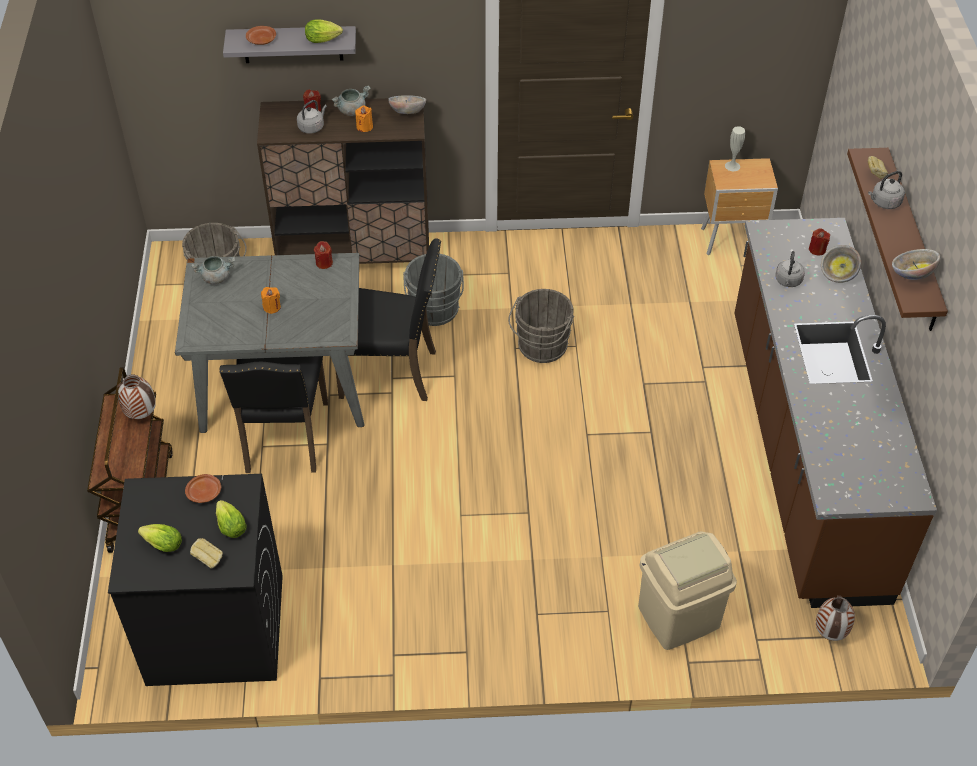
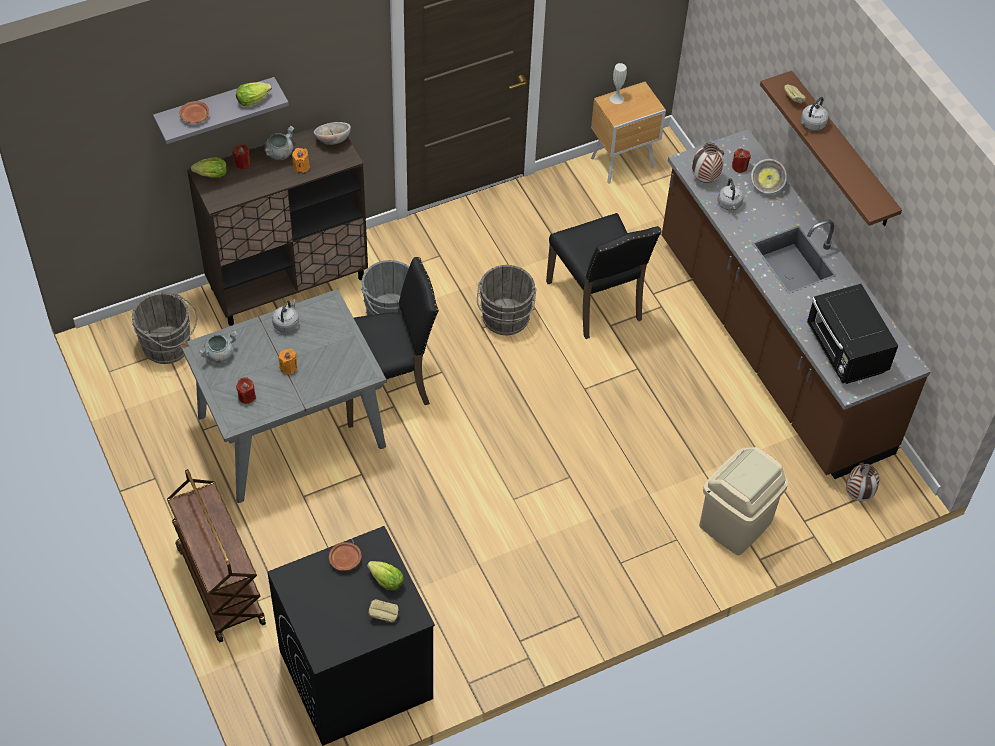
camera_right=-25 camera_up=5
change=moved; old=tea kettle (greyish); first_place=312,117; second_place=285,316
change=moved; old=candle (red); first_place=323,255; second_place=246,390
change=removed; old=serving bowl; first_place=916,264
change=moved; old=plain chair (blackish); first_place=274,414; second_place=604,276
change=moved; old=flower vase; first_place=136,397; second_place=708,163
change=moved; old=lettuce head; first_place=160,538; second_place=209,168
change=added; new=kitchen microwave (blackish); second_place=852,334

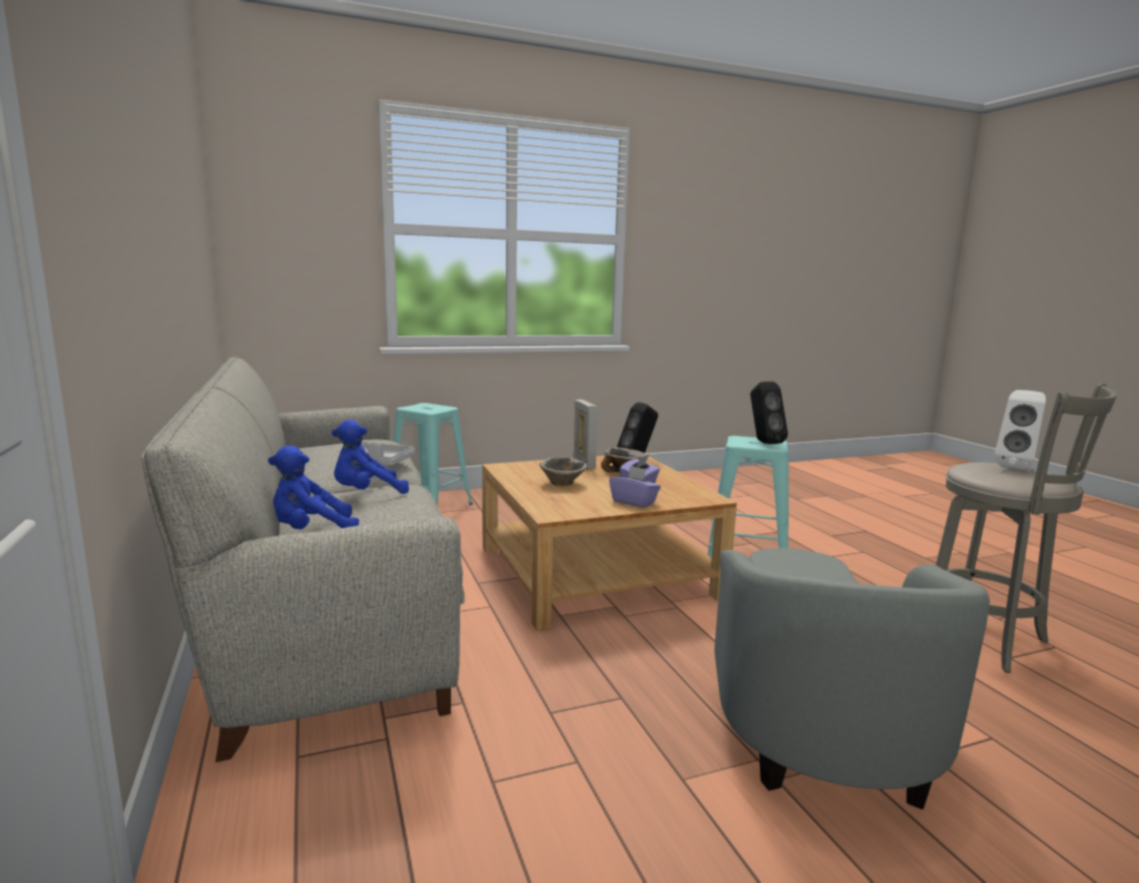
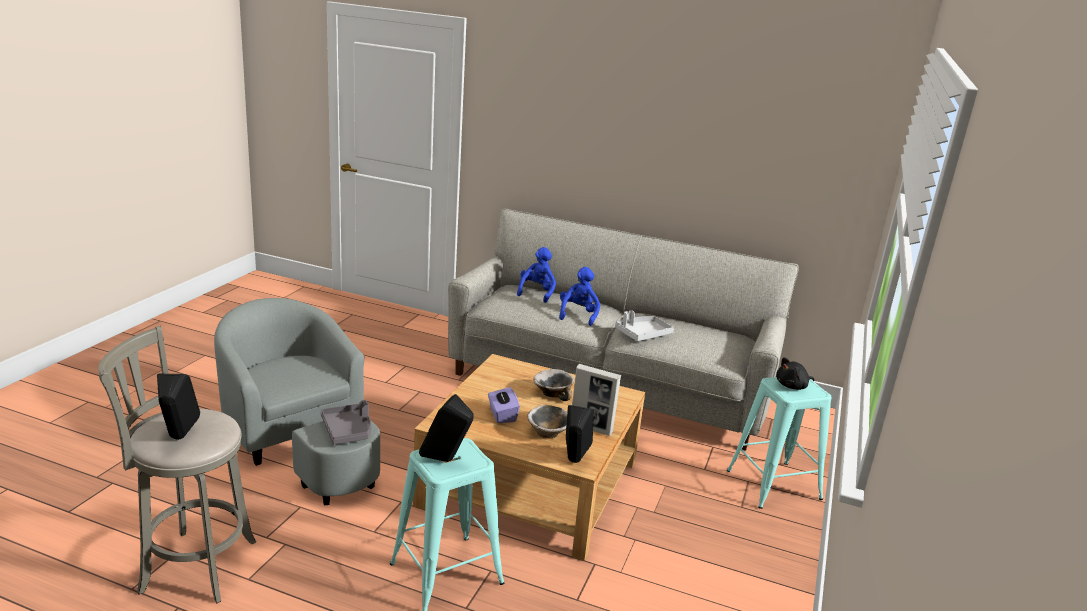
camera_right=130 camera_up=10
change=recoloured; old=speaker (whitish); new=speaker (blackish); first_place=1020,430; second_place=178,407
change=removed; old=tissue box (purplish); first_place=634,487
change=added; new=plush toy (blackish); second_place=795,373
change=added; new=tray (greyish); second_place=346,422

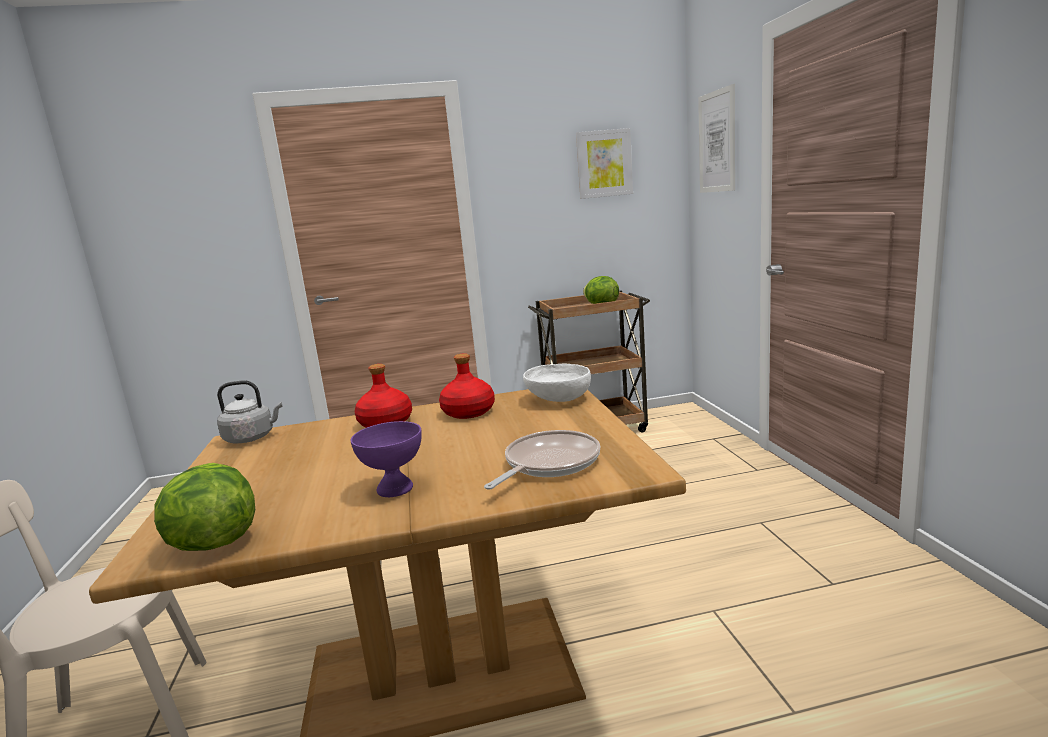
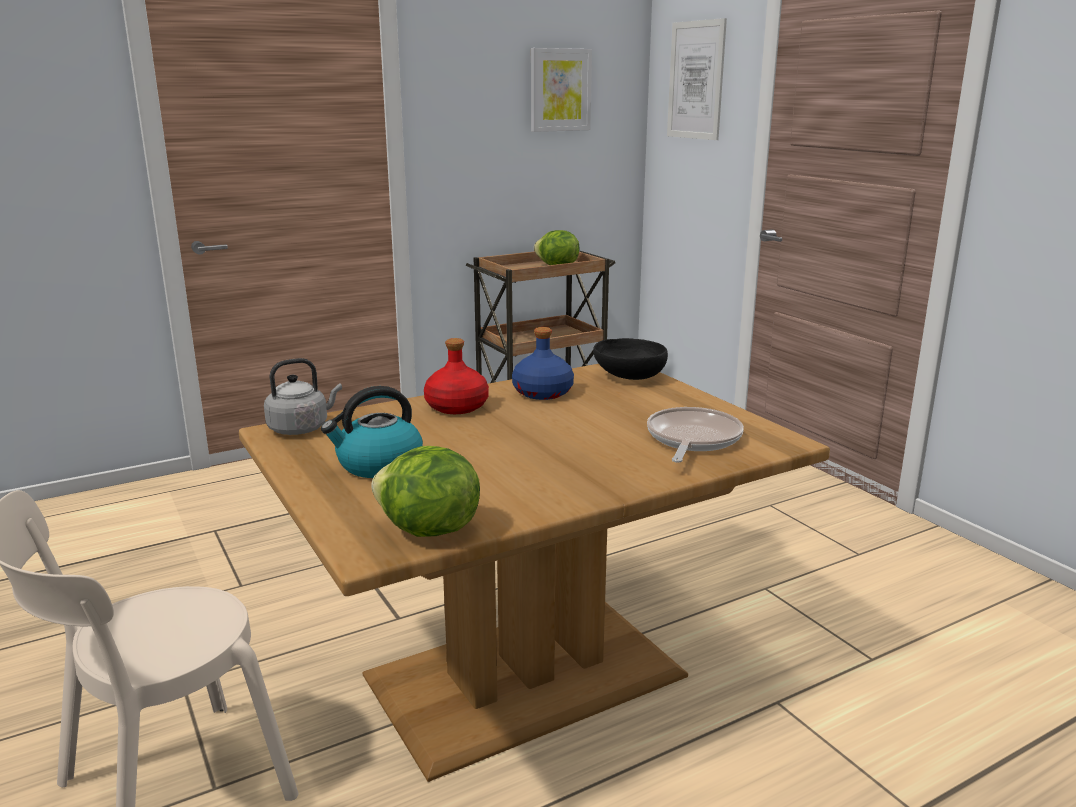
camera_right=-20 camera_up=5
change=recoloured; old=drink bottle (red); new=drink bottle (blue); first_place=467,386; second_place=543,363
change=recoloured; old=serving bowl (whitish); new=serving bowl (blackish); first_place=557,383; second_place=630,359
change=removed; old=serving bowl (purplish); first_place=386,459
change=added; new=tea kettle; second_place=372,432

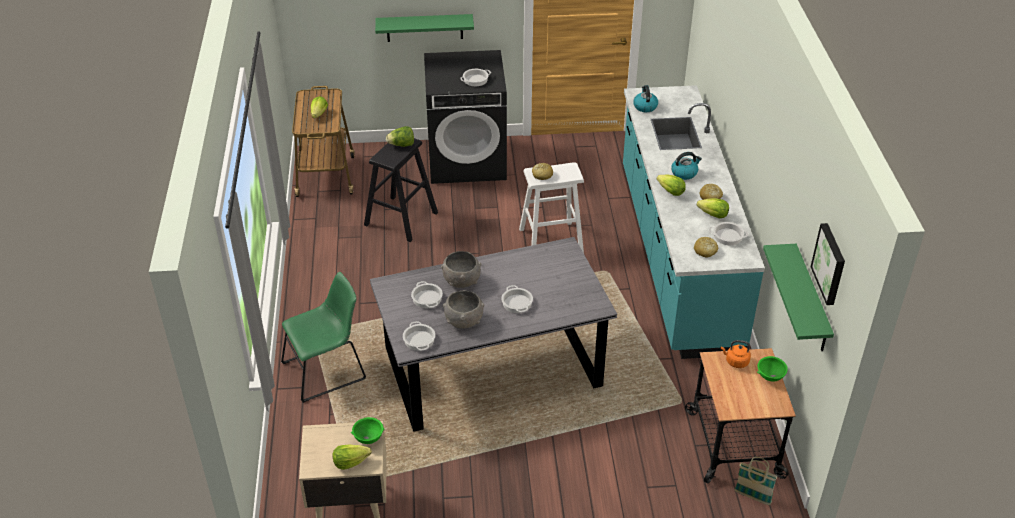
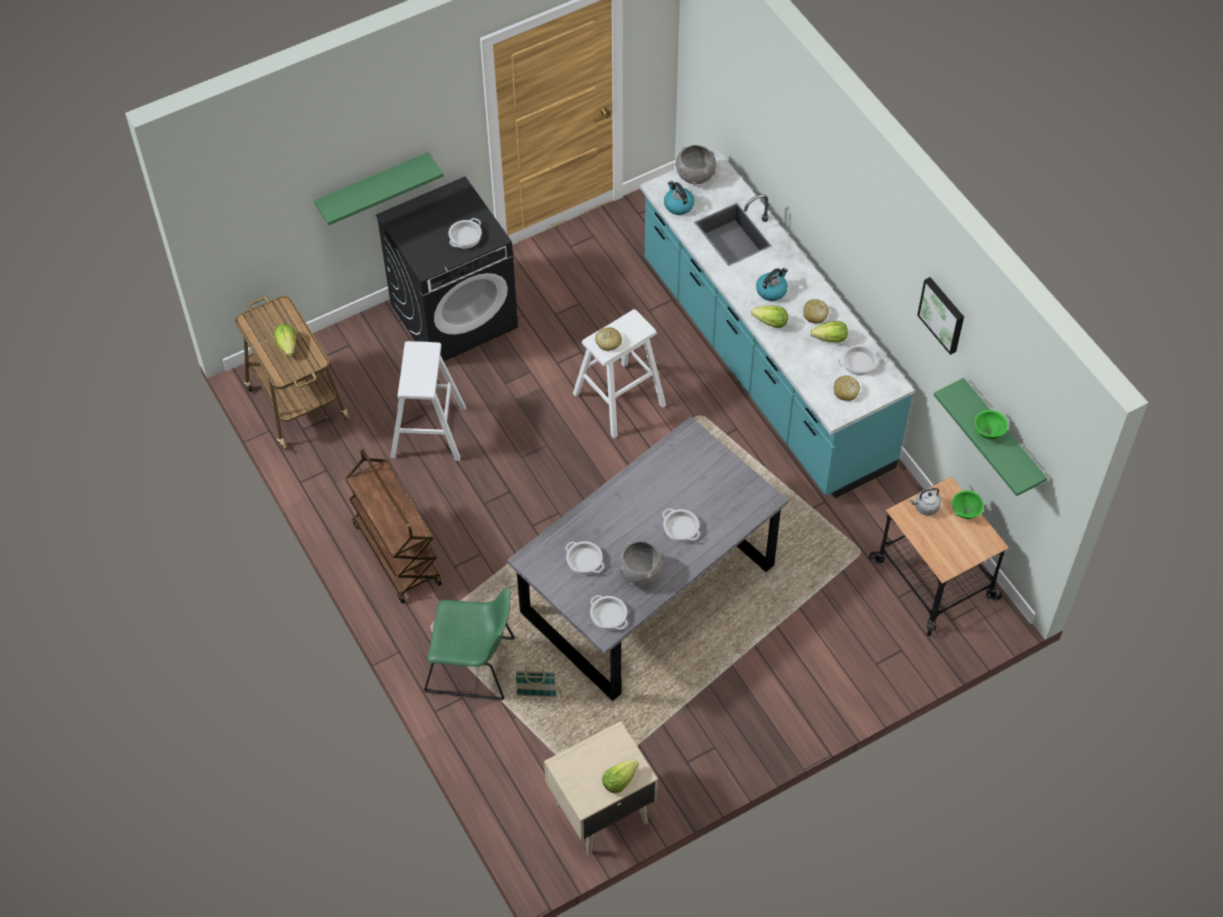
camera_right=-25 camera_up=15
change=removed; old=lettuce head; first_place=400,136
change=recoloured; old=stool seat (blackish); new=stool seat (whitish); first_place=401,190; second_place=428,401
change=moved; old=wall art; first_place=828,264; second_place=940,316
change=moved; old=serving bowl (greyish); first_place=461,269; second_place=695,165
change=turned; old=plain chair (green-coloured); first_place=323,337; second_place=469,644; degrees=60
change=recoloured; old=tea kettle (orange); new=tea kettle (greyish); first_place=736,354; second_place=925,502
change=moved; old=serving bowl (green-coloured); first_place=368,430; second_place=991,424
change=moved; old=basket; first_place=755,481; second_place=535,680
change=added; new=trolley (brown-coloured); second_place=393,526

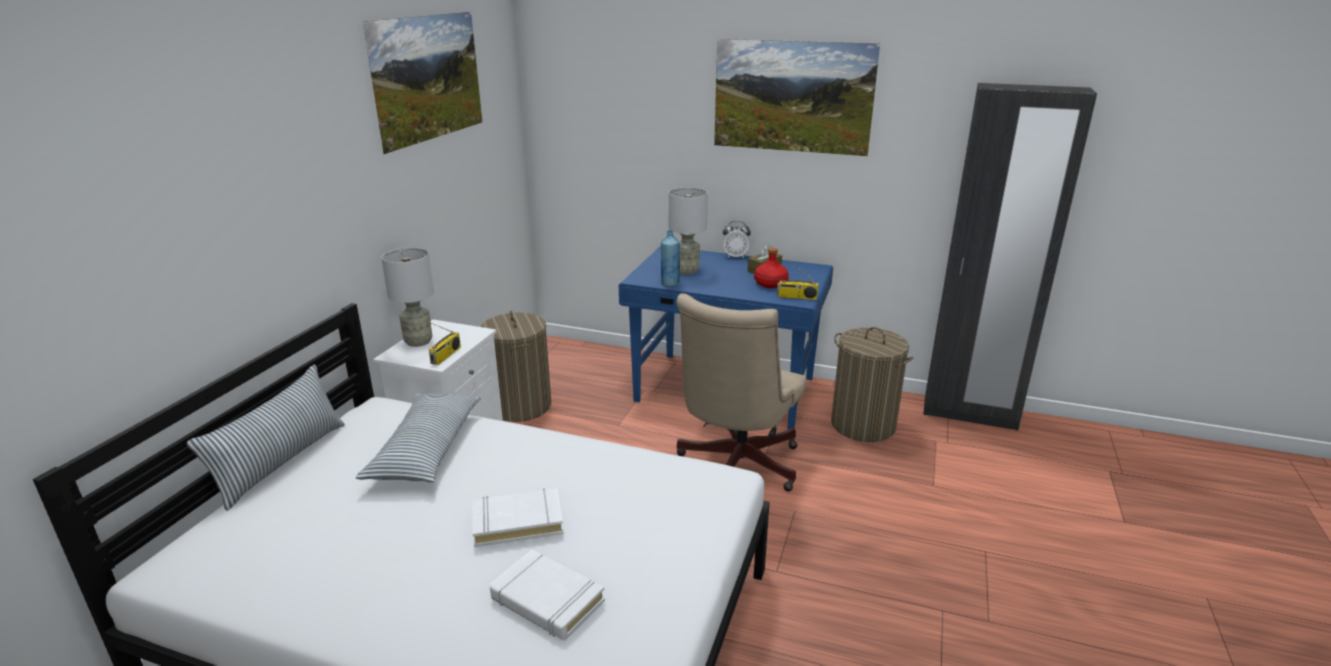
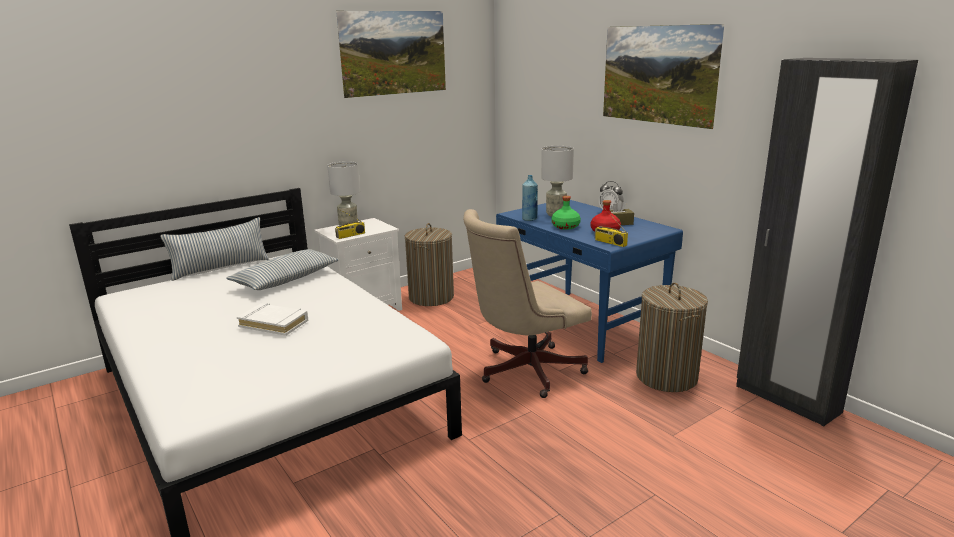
camera_right=35 camera_up=-5
change=removed; old=book (whitish); first_place=547,594
change=added; new=drink bottle (green-coloured); second_place=566,213

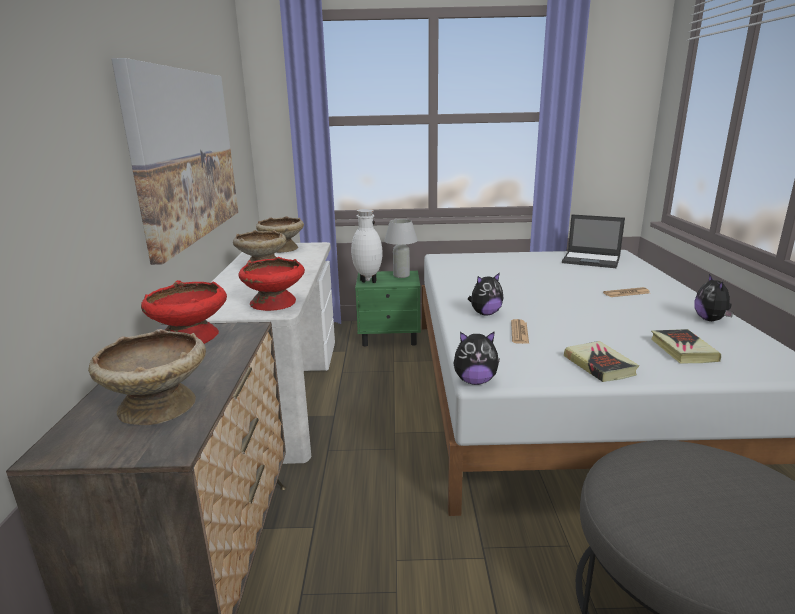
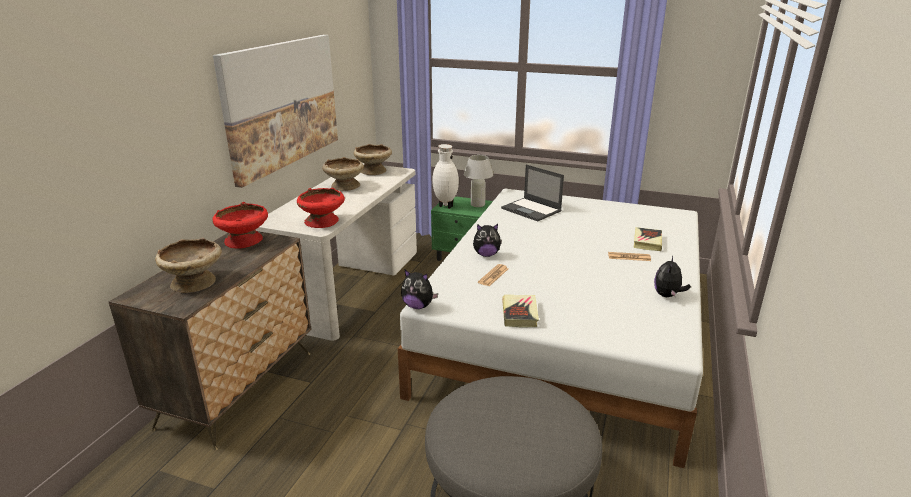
camera_right=20 camera_up=5
change=moved; old=notebook computer; first_place=593,241; second_place=532,193
change=moved; old=book; first_place=686,346; second_place=648,239

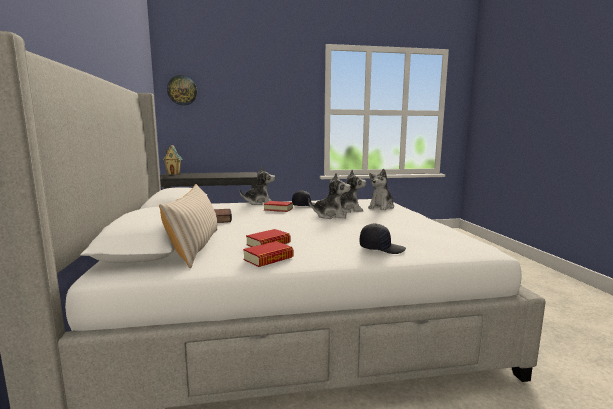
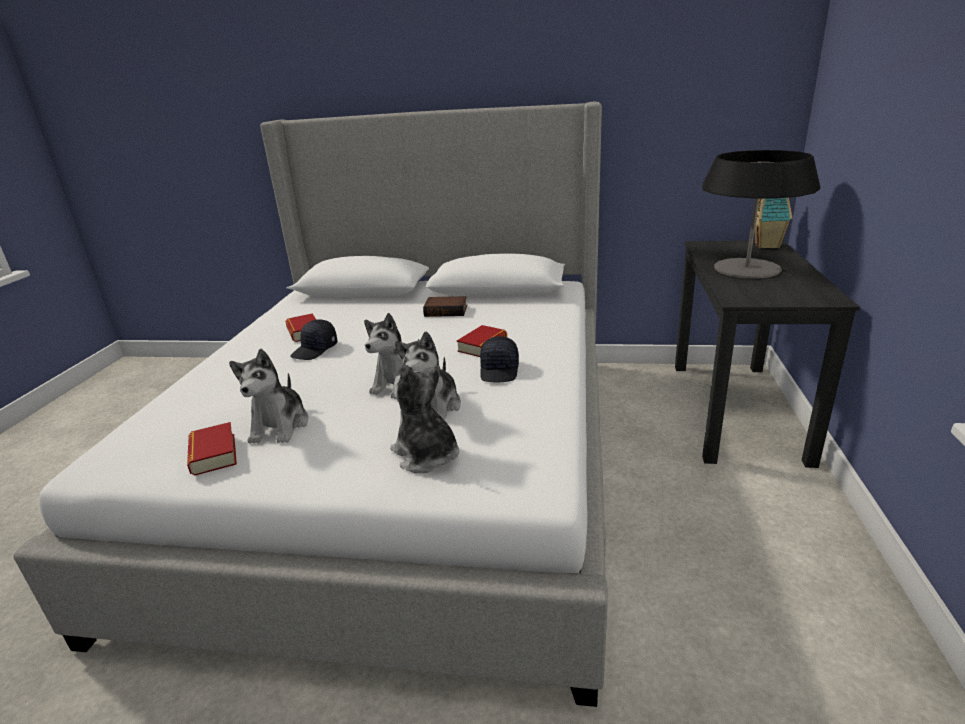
camera_right=110 camera_up=15
change=removed; old=clock on the wall; first_place=182,90
change=moved; old=plush toy; first_place=257,185; second_place=269,396
change=removed; old=throw pillow (sand-coloured); first_place=188,226
change=moved; old=cap (blackish); first_place=383,238; second_place=314,339
change=moved; old=book; first_place=268,254; second_place=212,449
change=added; new=tabletop lamp; second_place=761,214

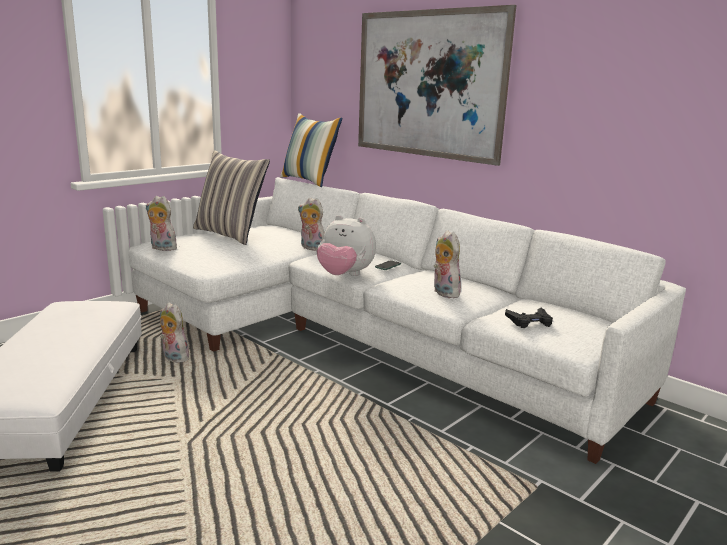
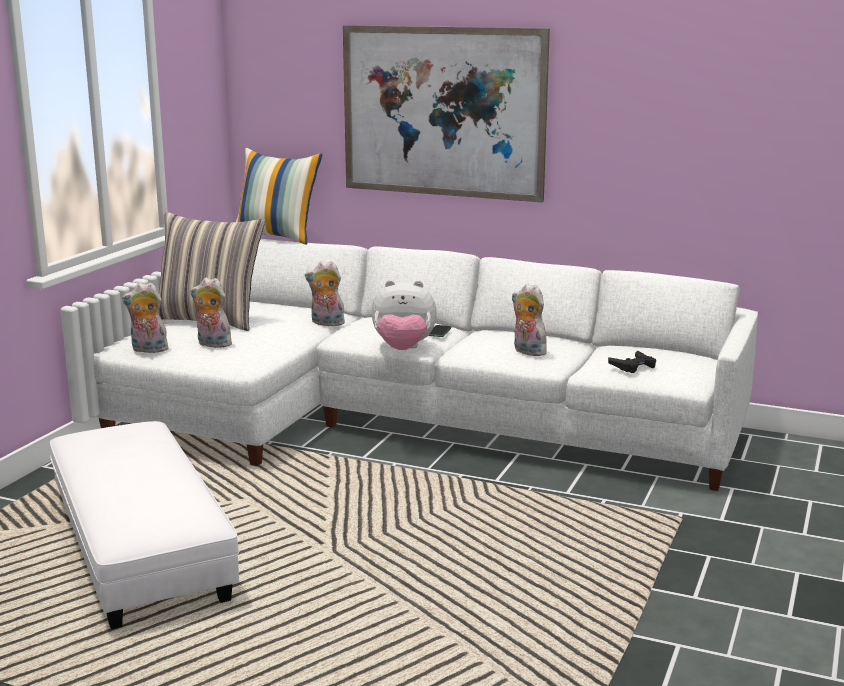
camera_right=-20 camera_up=0
change=moved; old=plush toy; first_place=174,333; second_place=212,313

